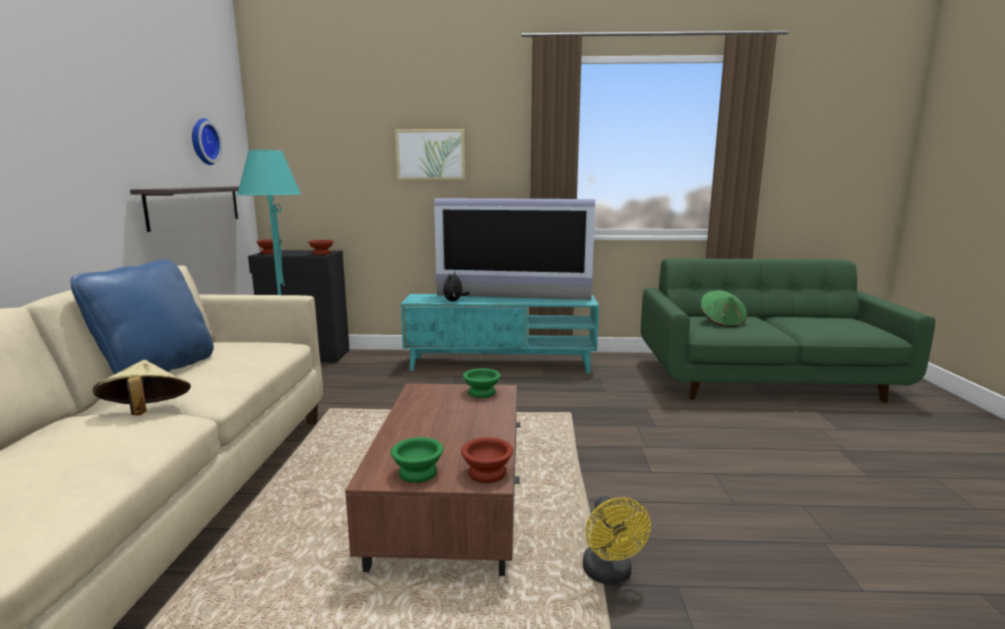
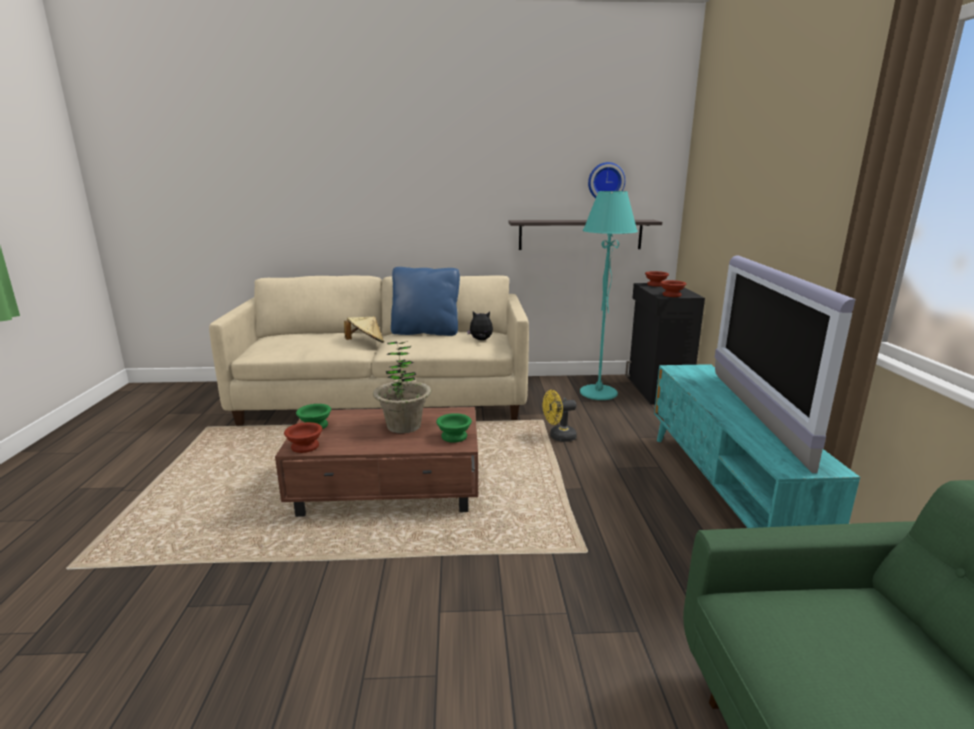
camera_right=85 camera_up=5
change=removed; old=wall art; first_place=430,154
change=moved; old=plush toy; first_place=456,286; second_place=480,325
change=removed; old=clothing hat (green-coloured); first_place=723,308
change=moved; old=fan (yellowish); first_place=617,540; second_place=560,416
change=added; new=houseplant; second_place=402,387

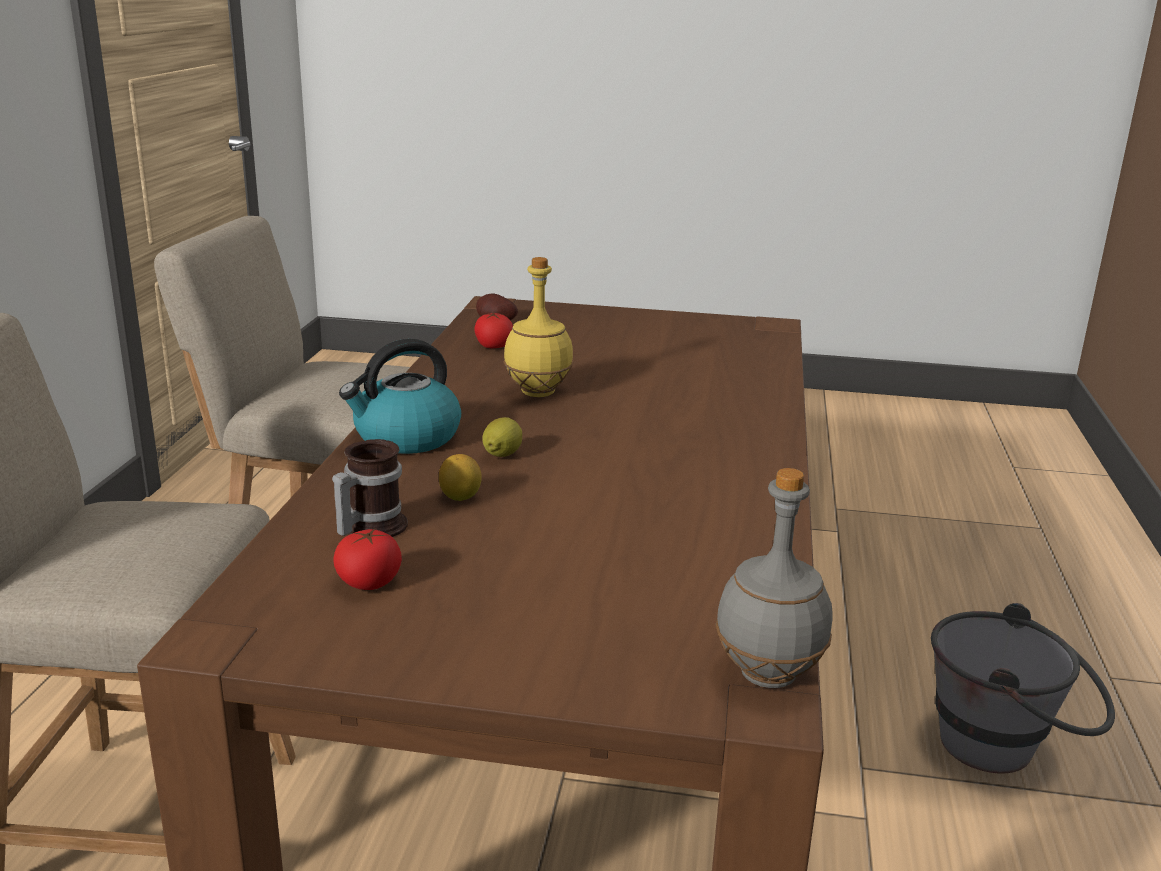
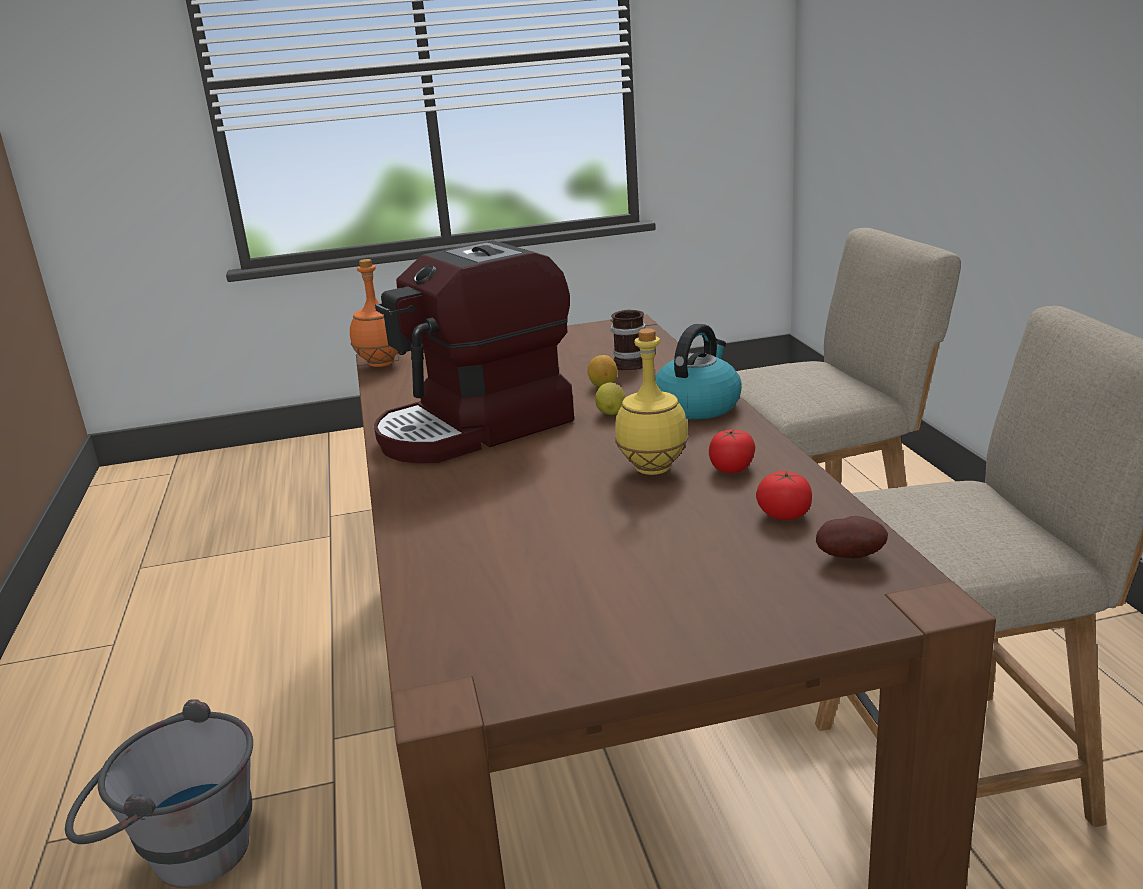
camera_right=160 camera_up=0
change=recoloured; old=drink bottle (greyish); new=drink bottle (orange); first_place=774,578; second_place=374,313
change=moved; old=whole tomato; first_place=367,559; second_place=732,451
change=added; new=coffee machine; second_place=474,351

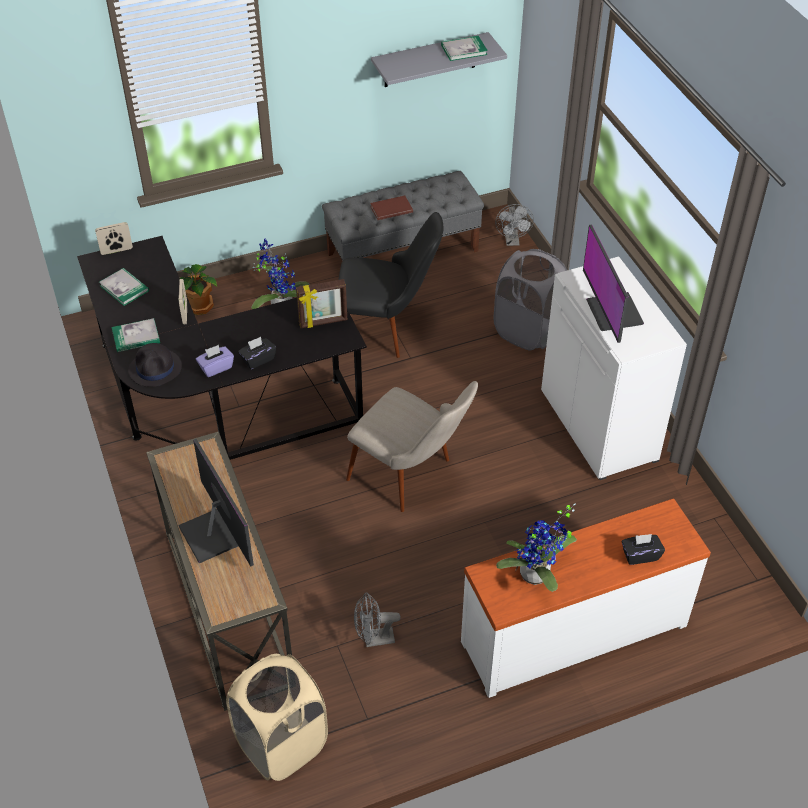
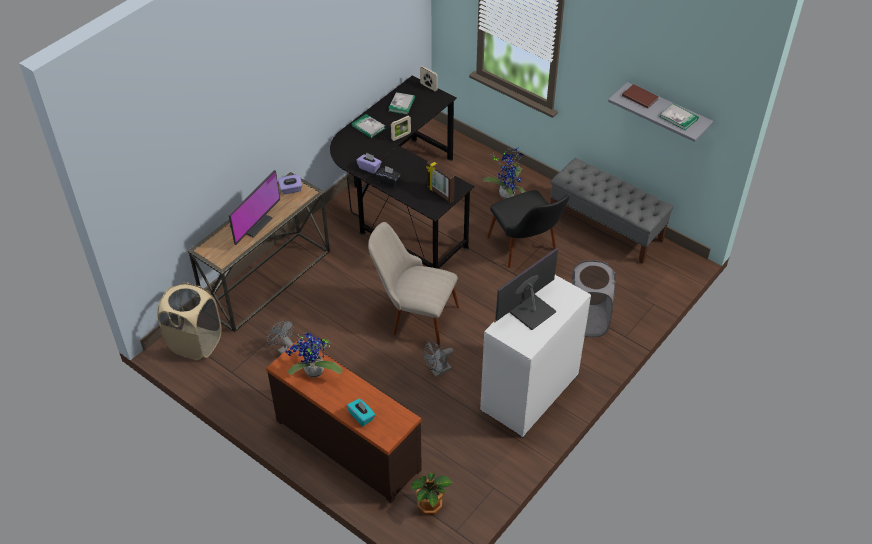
camera_right=60 camera_up=0
change=moved; old=book (brown-coloured); first_place=391,208; second_place=640,96
change=moved; old=fan (greyish); first_place=514,225; second_place=439,359
change=moved; old=houseplant; first_place=198,289; second_place=432,493
change=removed; old=clothing hat (blackish); first_place=155,365
change=turned; old=plain chair (sand-coloured); first_place=412,446; second_place=413,285; degrees=105
change=recoloured; old=chest of drawers (whitish); new=chest of drawers (brown-coloured); first_place=586,598; second_place=344,420
change=recoloured; old=tissue box (blackish); new=tissue box (turquoise); first_place=643,549; second_place=361,412
change=added; new=tissue box (purplish); second_place=290,184

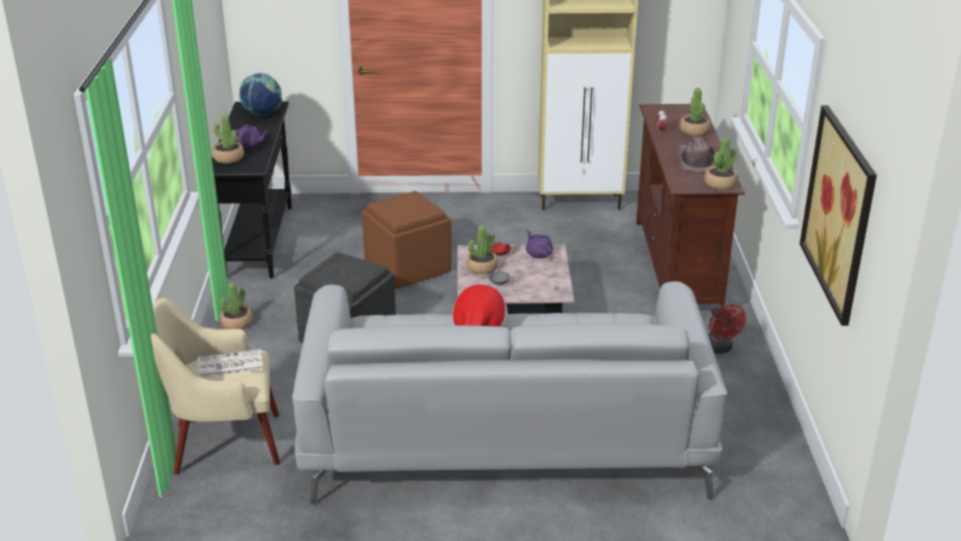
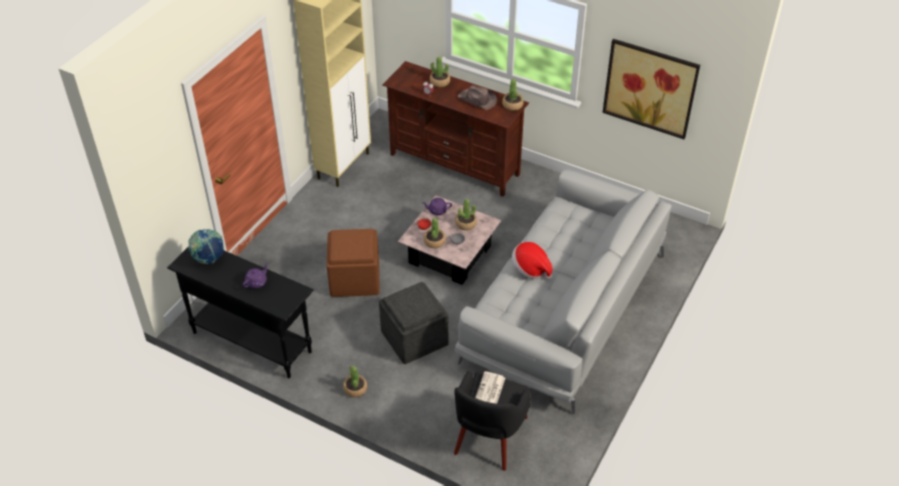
camera_right=-60 camera_up=15
change=moved; old=houseplant; first_place=228,139; second_place=466,214
change=recoloured; old=easy chair (sand-coloured); new=easy chair (blackish); first_place=215,386; second_place=492,421
change=removed; old=fan (red); first_place=727,329

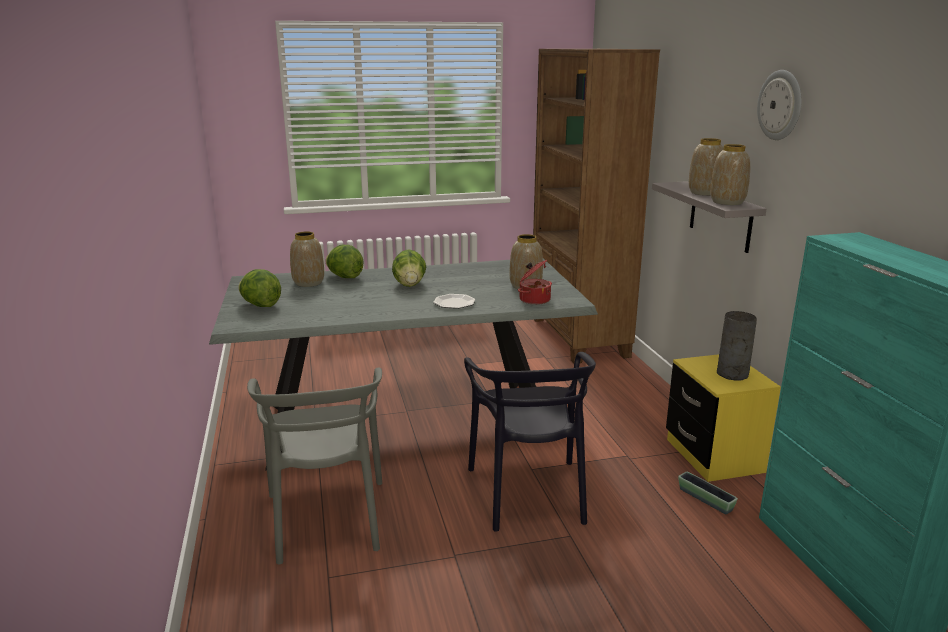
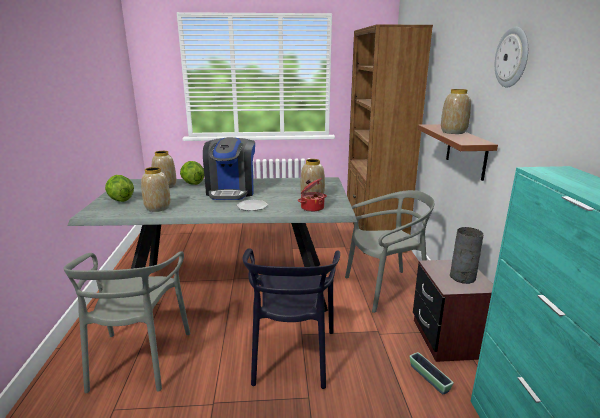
camera_right=10 camera_up=0
change=moved; old=flower vase; first_place=730,174; second_place=156,189
change=recoloured; old=bracket shelf (greyish); new=bracket shelf (brown-coloured); first_place=709,217; second_place=457,152
change=replaced; old=lettuce head; new=coffee machine; first_place=409,268; second_place=229,168
change=recoloured; old=bedside table (yellowish); new=bedside table (brown-coloured); first_place=723,418; second_place=453,311
change=added; new=plain chair (greyish); second_place=389,251

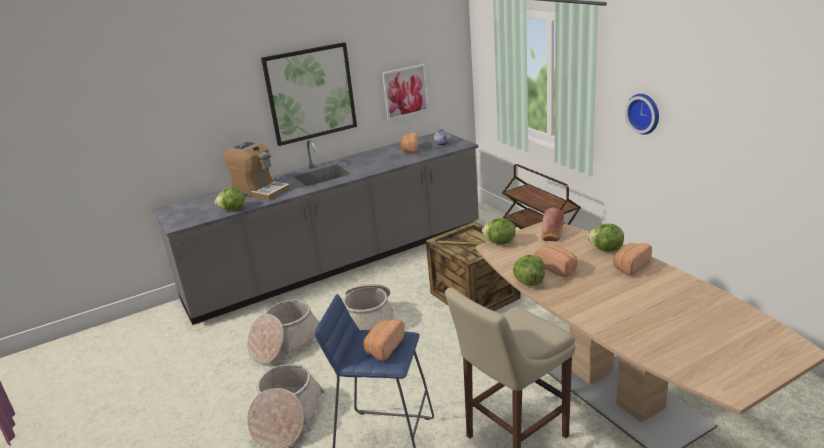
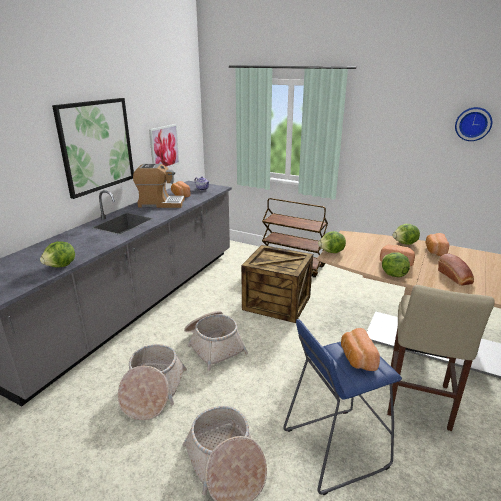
camera_right=-35 camera_up=0
change=moved; old=clock on the wall; first_place=642,114; second_place=473,124
change=moved; old=coffee machine; first_place=257,171; second_place=159,186
change=moved; old=bakery bread; first_place=552,224; second_place=456,270

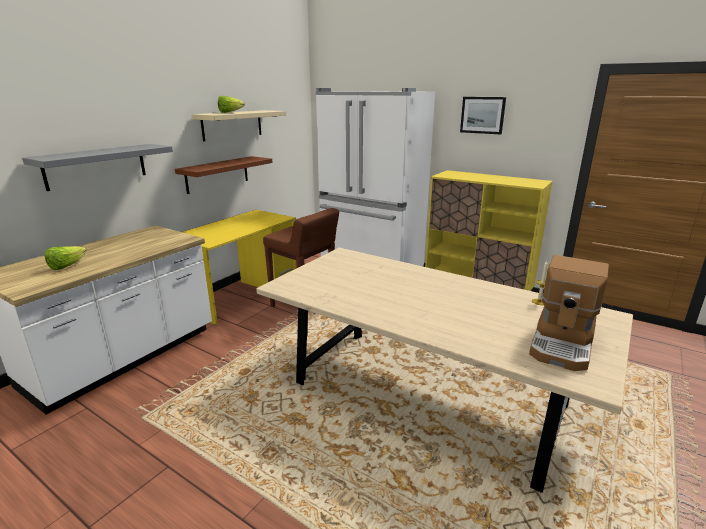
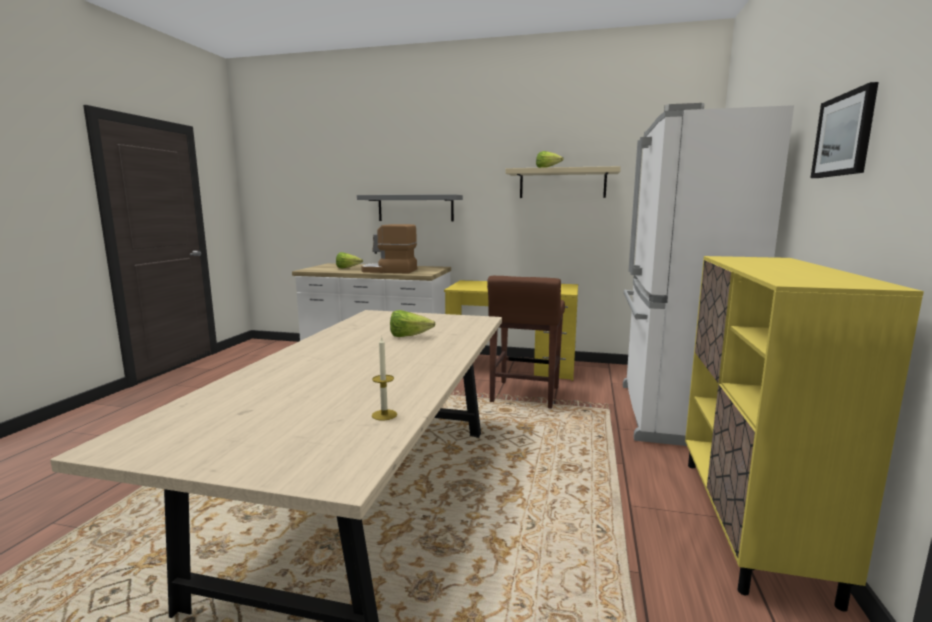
camera_right=70 camera_up=-10
change=removed; old=bracket shelf (brown-coloured); first_place=223,175
change=moved; old=coffee machine; first_place=569,313; second_place=389,249
change=added; new=lettuce head; second_place=413,323

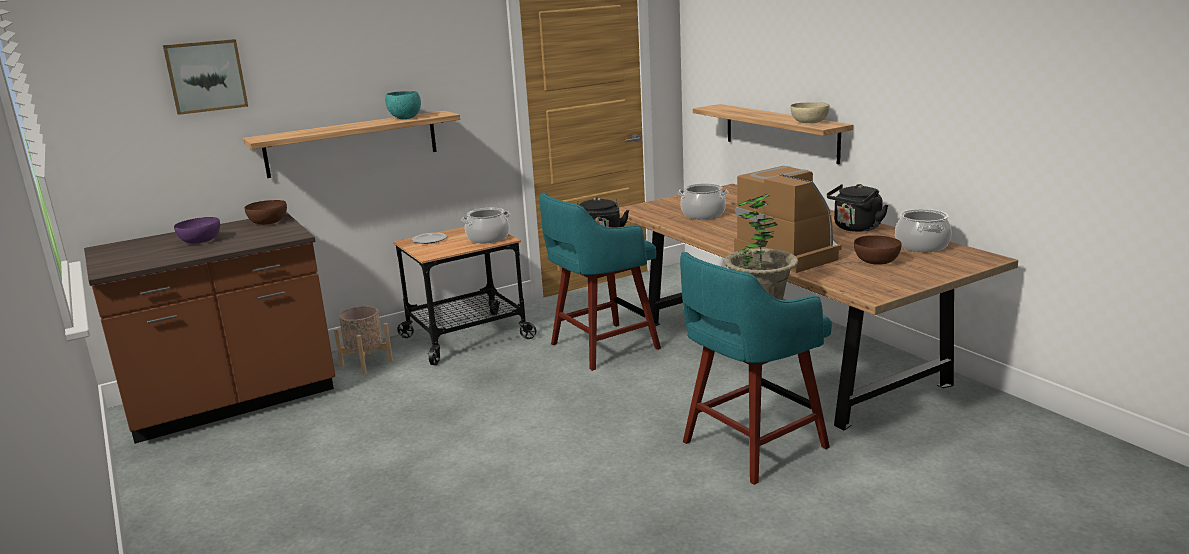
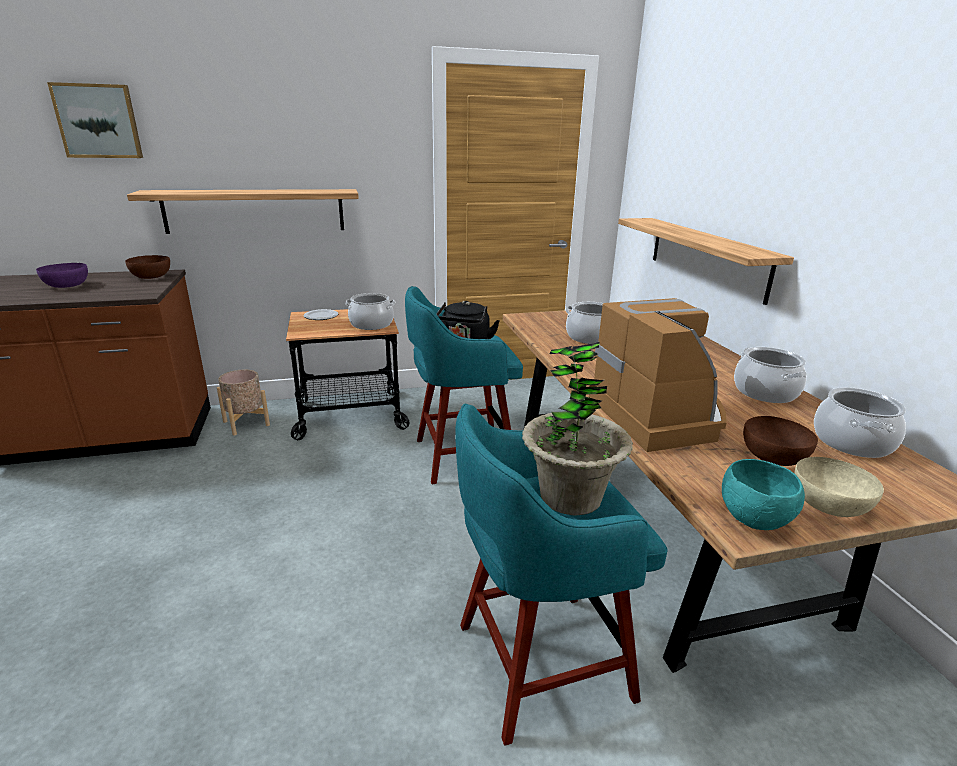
camera_right=15 camera_up=5
change=moved; old=serving bowl (turquoise); first_place=403,105; second_place=763,494
change=moved; old=serving bowl (sand-coloured); first_place=810,112; second_place=839,487
change=replaced; old=tea kettle (blackish); new=cooking pot; first_place=858,208; second_place=770,375

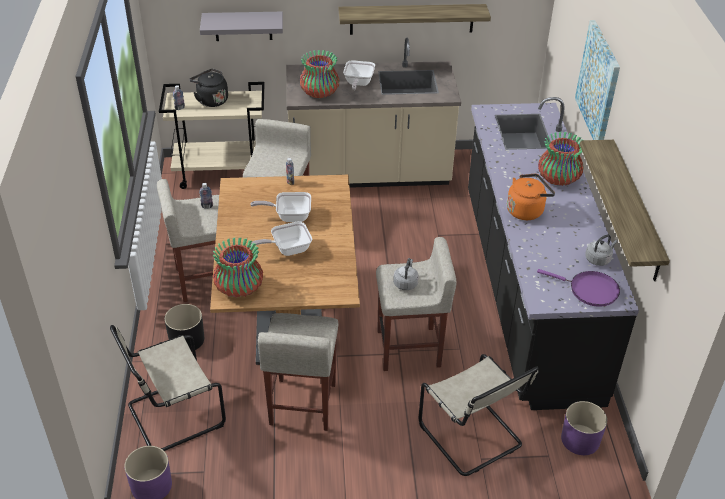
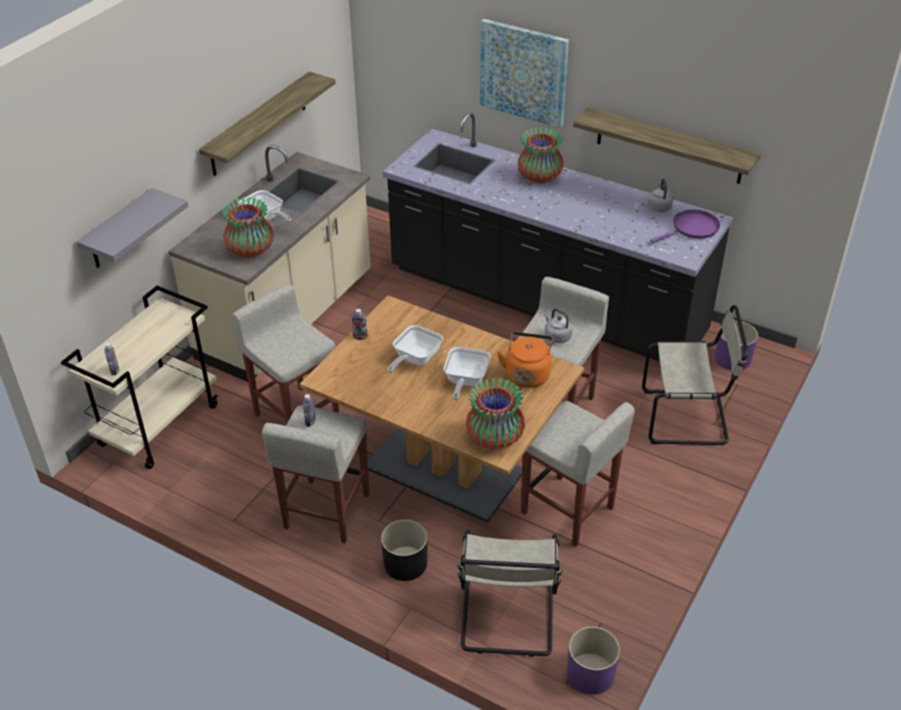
camera_right=-55 camera_up=0
change=removed; old=tea kettle (blackish); first_place=208,88
change=moved; old=tea kettle (orange); first_place=531,197; second_place=525,360

